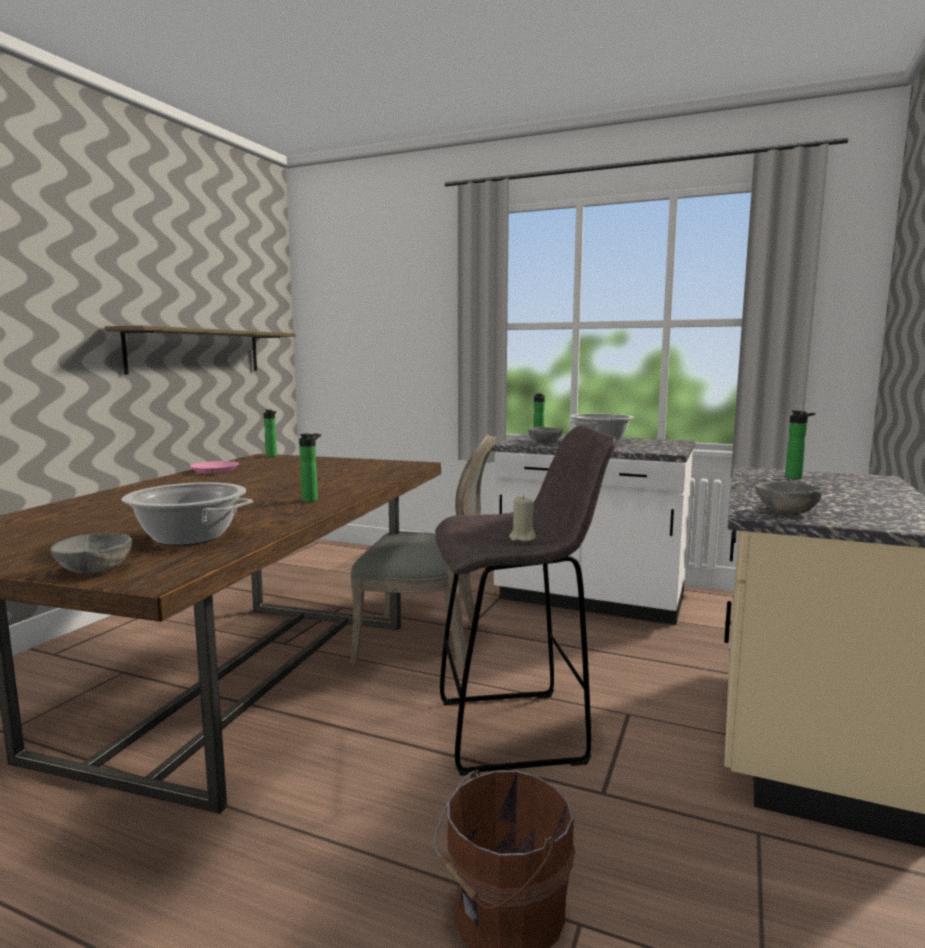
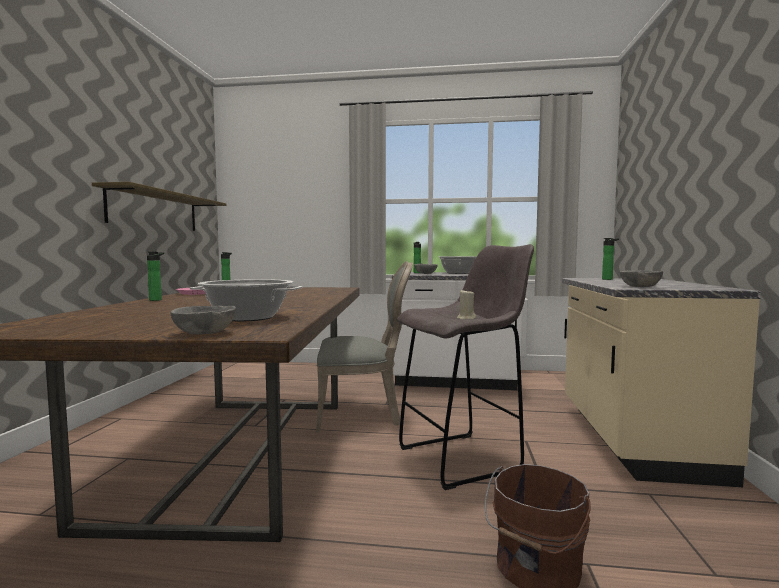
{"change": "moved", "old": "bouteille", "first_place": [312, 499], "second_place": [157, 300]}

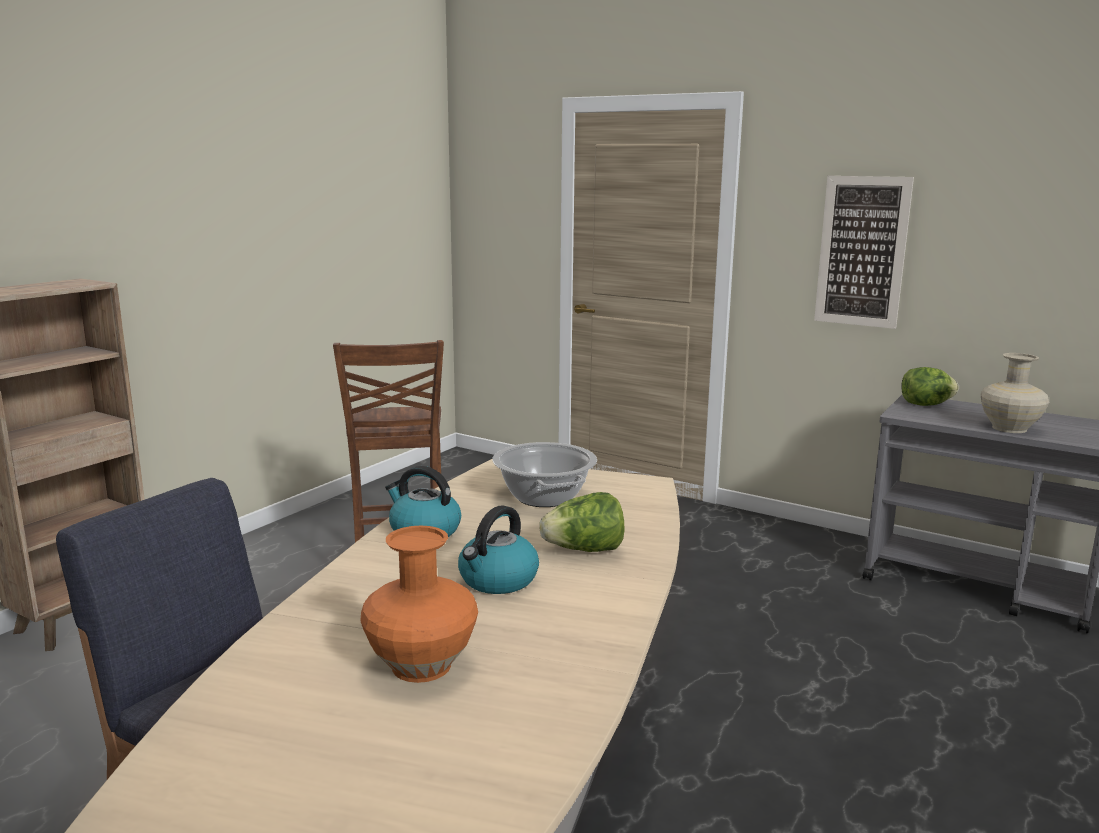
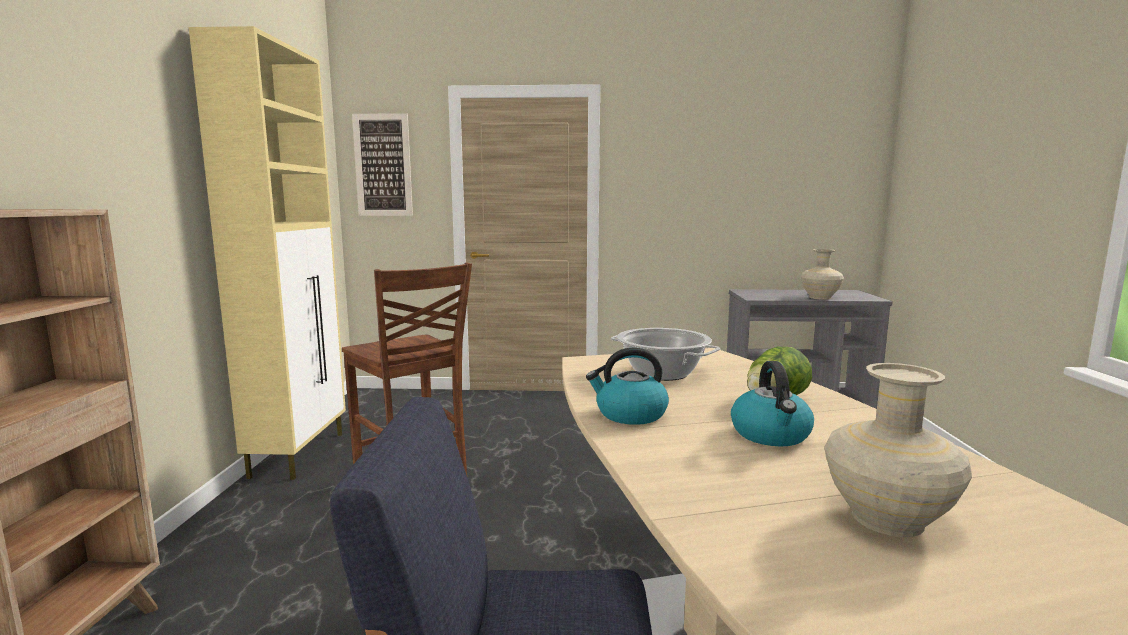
{"change": "moved", "old": "tableau", "first_place": [862, 251], "second_place": [383, 165]}
{"change": "removed", "old": "laitue", "first_place": [925, 405]}
{"change": "recoloured", "old": "vase [orange]", "new": "vase [beige]", "first_place": [422, 666], "second_place": [889, 519]}
{"change": "added", "new": "meuble de rangement [beige]", "second_place": [299, 454]}

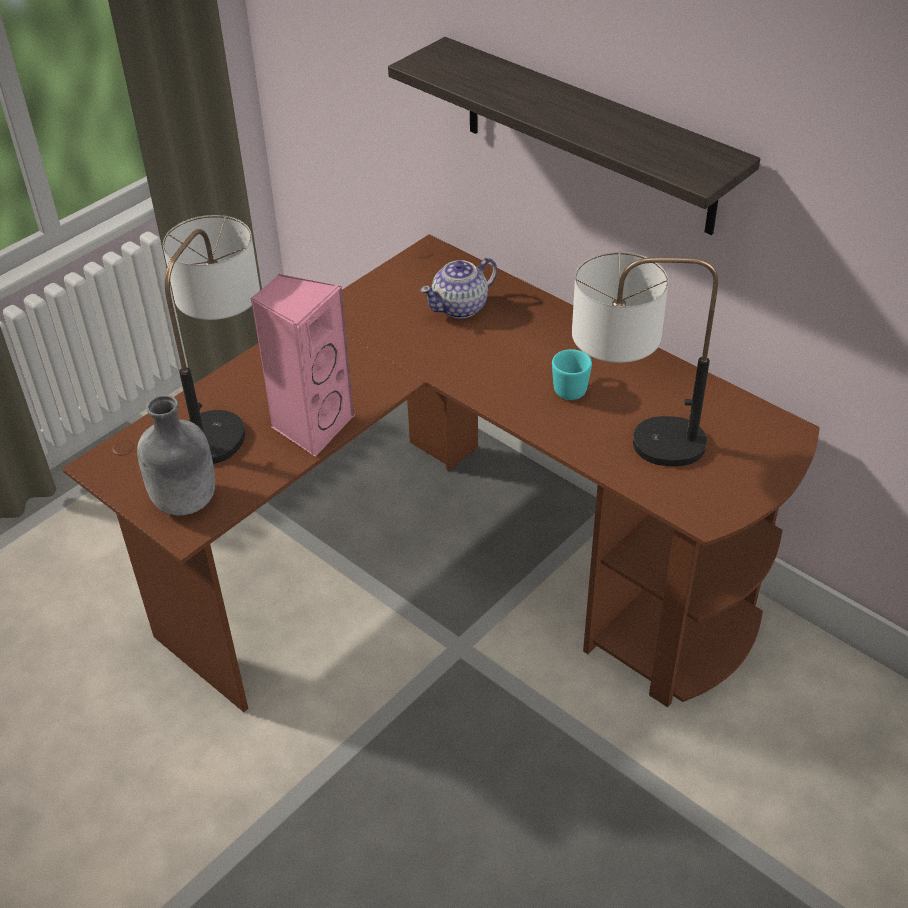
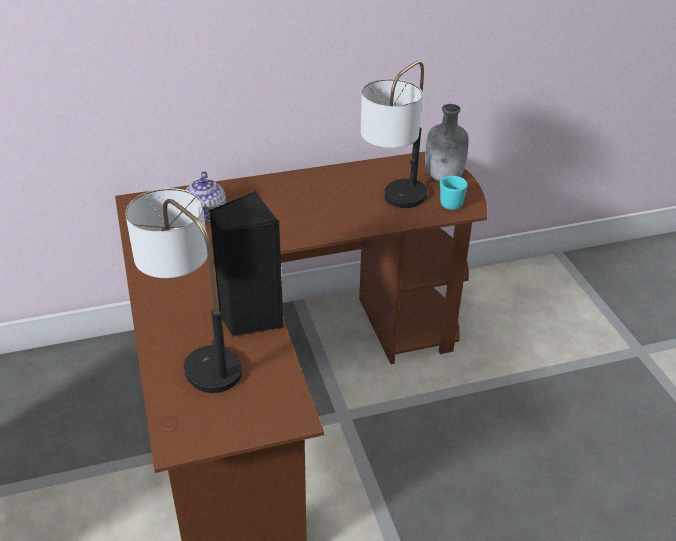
{"change": "removed", "old": "étagère", "first_place": [588, 136]}
{"change": "recoloured", "old": "enceinte [rose]", "new": "enceinte [noir]", "first_place": [311, 426], "second_place": [250, 318]}
{"change": "moved", "old": "mug [turquoise]", "first_place": [573, 388], "second_place": [448, 202]}
{"change": "moved", "old": "bouteille [gris]", "first_place": [185, 502], "second_place": [444, 177]}

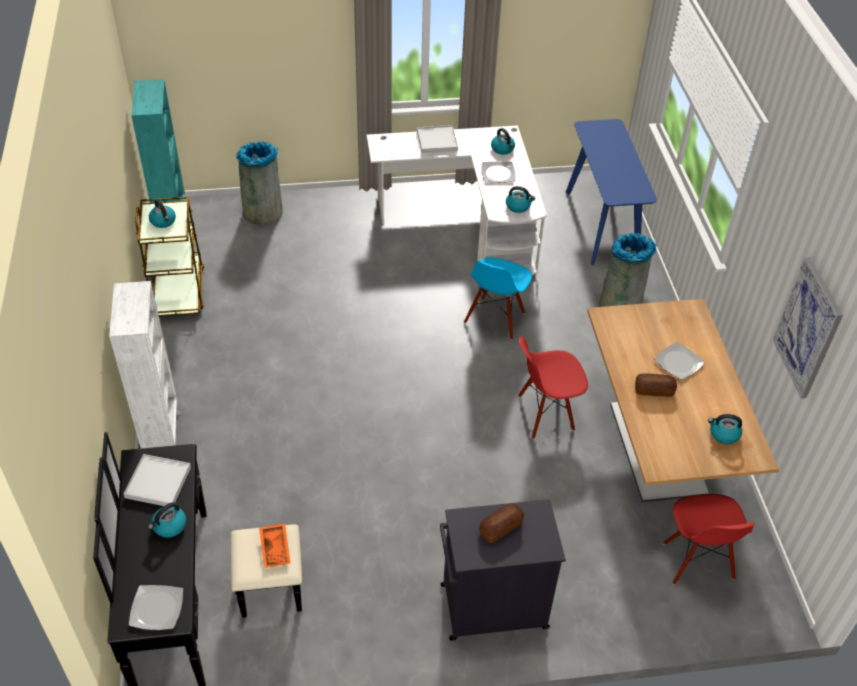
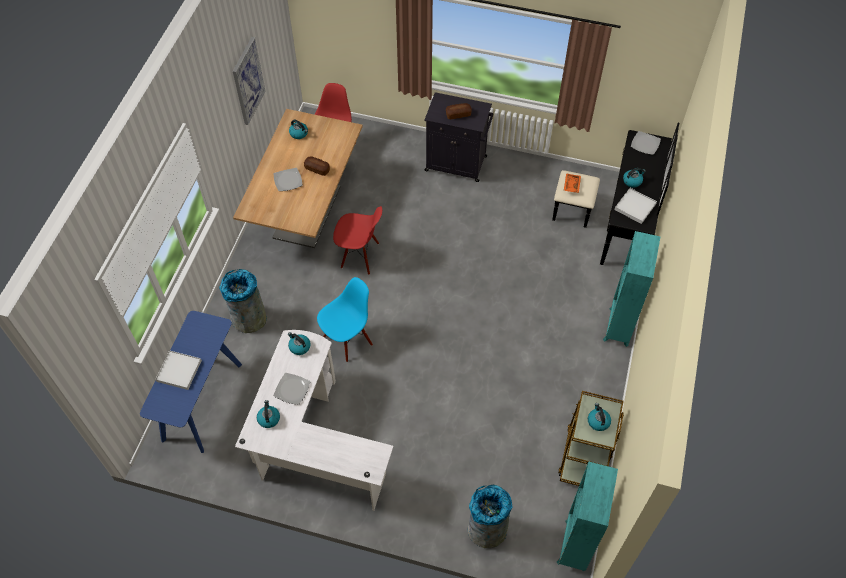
{"change": "moved", "old": "plateau [blanc]", "first_place": [437, 141], "second_place": [179, 371]}
{"change": "recoloured", "old": "bibliothèque [blanc]", "new": "bibliothèque [turquoise]", "first_place": [163, 433], "second_place": [618, 327]}

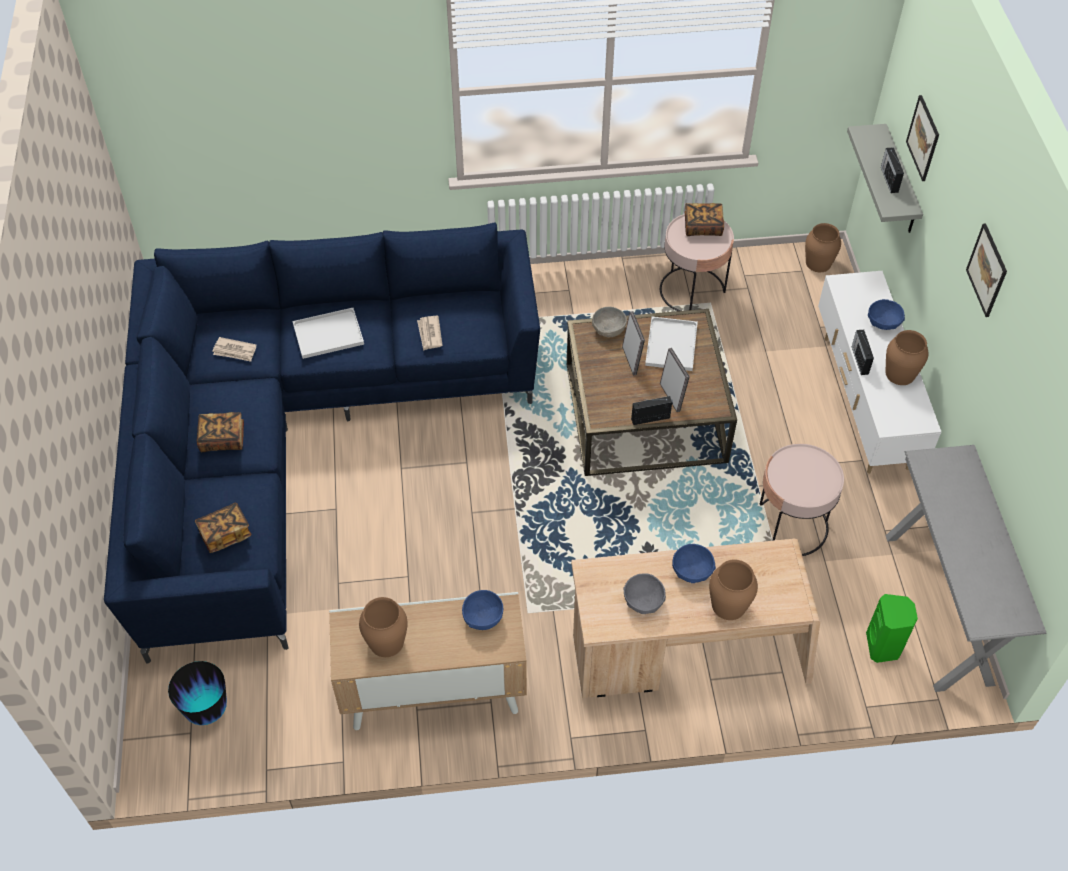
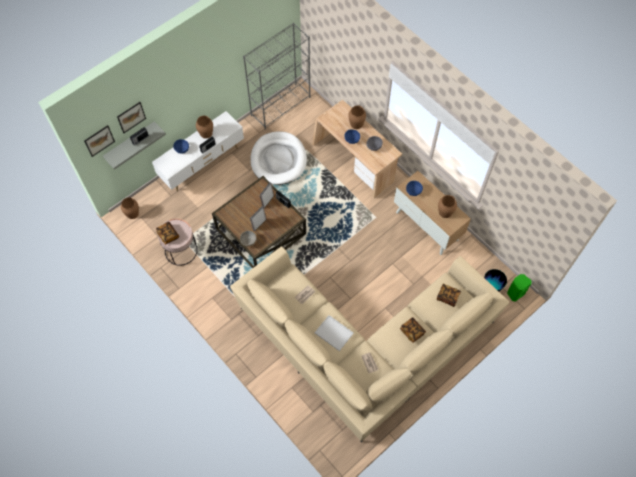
{"change": "recoloured", "old": "canapé [bleu]", "new": "canapé [beige]", "first_place": [298, 435], "second_place": [365, 348]}
{"change": "moved", "old": "tableau", "first_place": [987, 270], "second_place": [99, 140]}
{"change": "removed", "old": "plateau [blanc]", "first_place": [672, 346]}
{"change": "replaced", "old": "table d'appoint [rose]", "new": "panier pour chien [blanc]", "first_place": [791, 525], "second_place": [278, 160]}
{"change": "replaced", "old": "table console [gris]", "new": "bibliothèque [gris]", "first_place": [938, 608], "second_place": [280, 106]}
{"change": "moved", "old": "enceinte [vert]", "first_place": [884, 646], "second_place": [515, 293]}

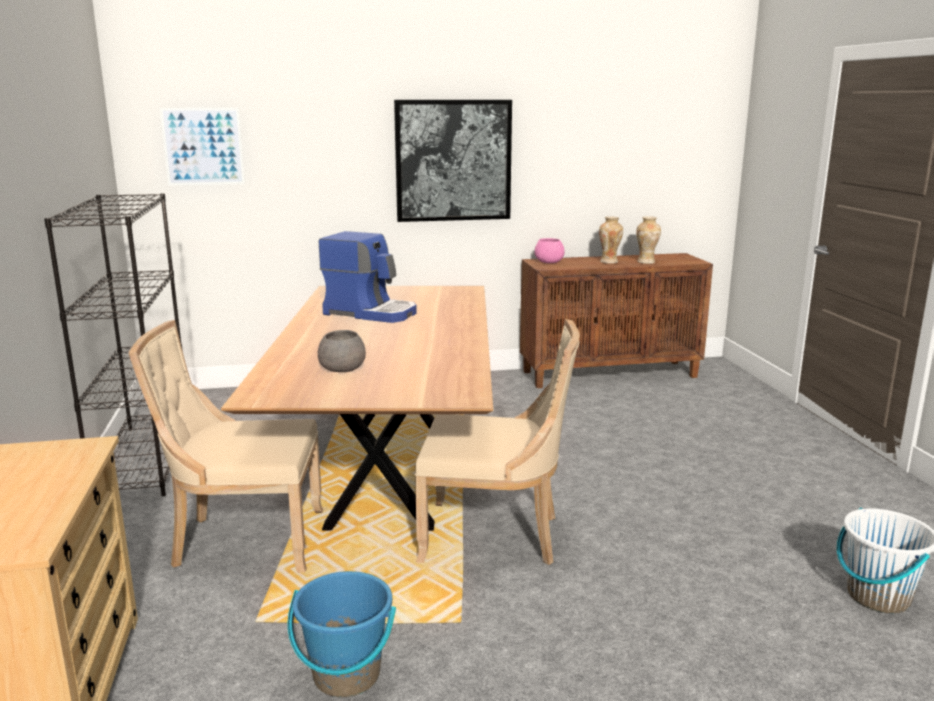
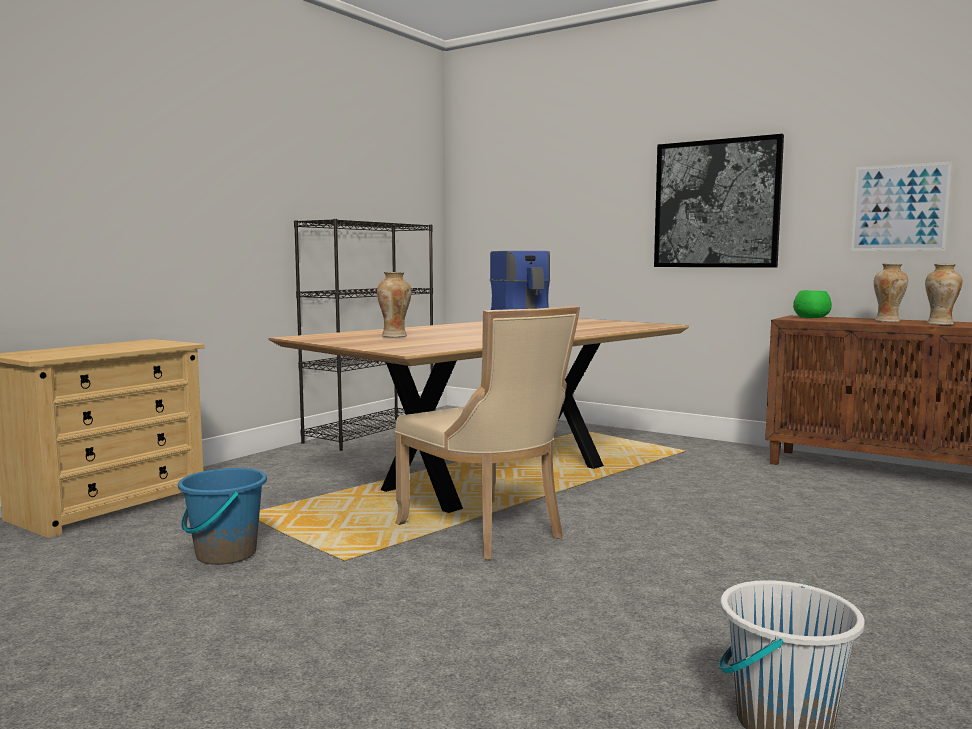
{"change": "moved", "old": "tableau", "first_place": [203, 146], "second_place": [899, 208]}
{"change": "recoloured", "old": "bol [rose]", "new": "bol [vert]", "first_place": [549, 262], "second_place": [811, 317]}
{"change": "removed", "old": "chaise [beige]", "first_place": [243, 541]}
{"change": "replaced", "old": "bol [gris]", "new": "vase", "first_place": [342, 368], "second_place": [395, 336]}

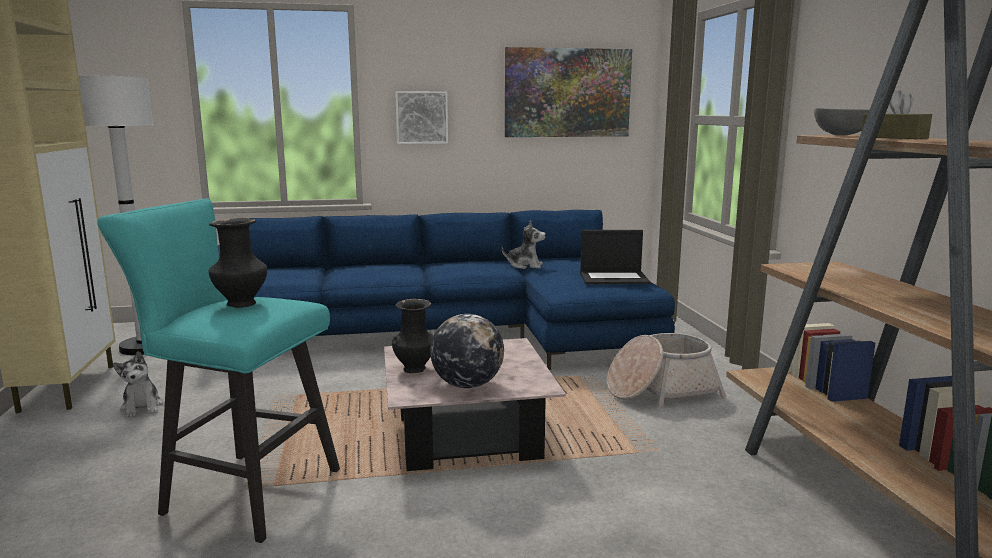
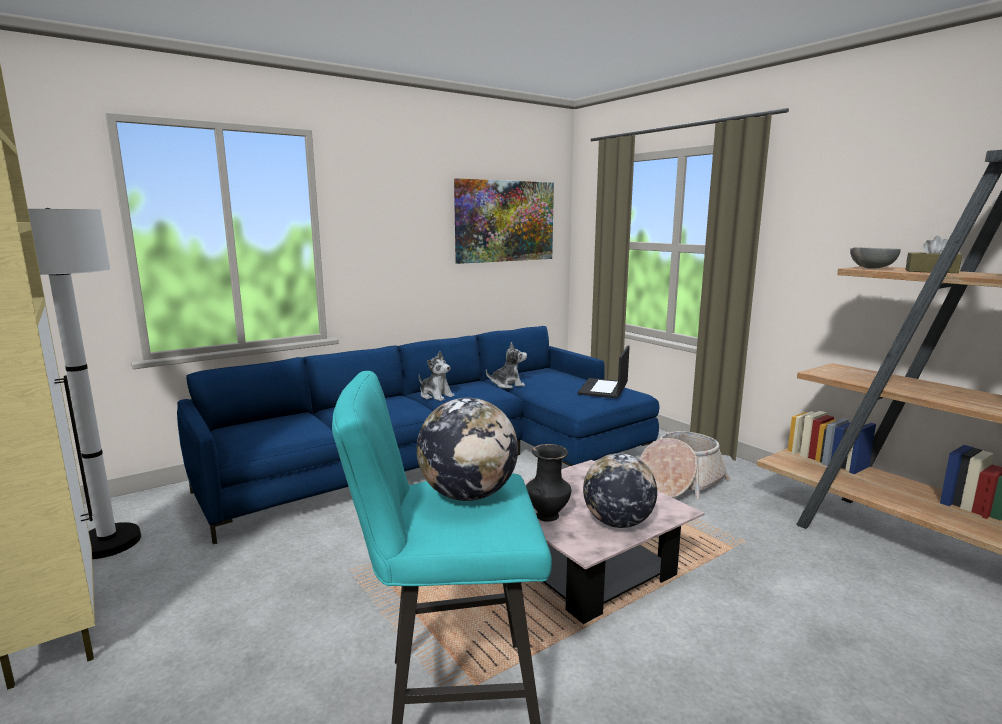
{"change": "removed", "old": "tableau", "first_place": [421, 117]}
{"change": "replaced", "old": "vase [noir]", "new": "globe", "first_place": [241, 304], "second_place": [468, 495]}
{"change": "turned", "old": "ordinateur portable", "first_place": [614, 278], "second_place": [603, 389], "degrees": 135}
{"change": "moved", "old": "peluche", "first_place": [142, 407], "second_place": [436, 396]}

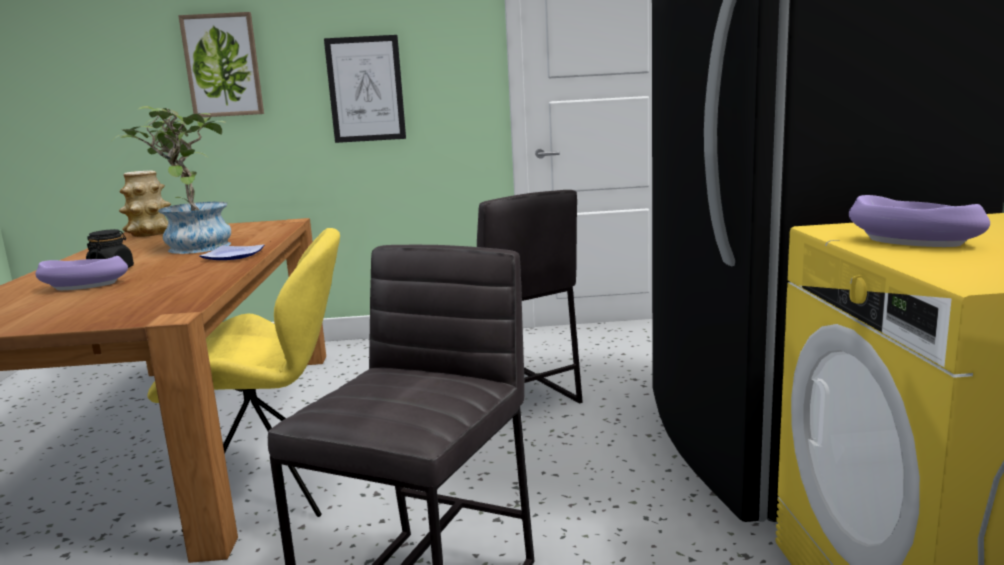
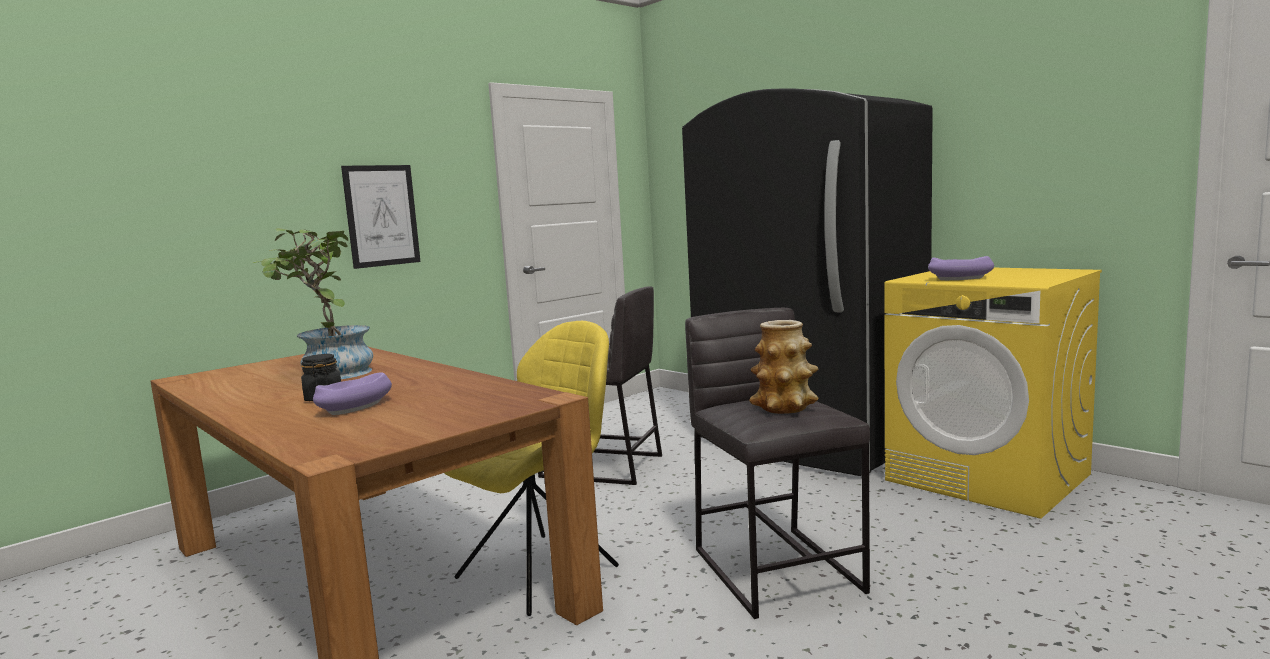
{"change": "removed", "old": "tableau", "first_place": [223, 65]}
{"change": "moved", "old": "vase", "first_place": [149, 234], "second_place": [785, 407]}
{"change": "removed", "old": "assiette", "first_place": [233, 256]}

